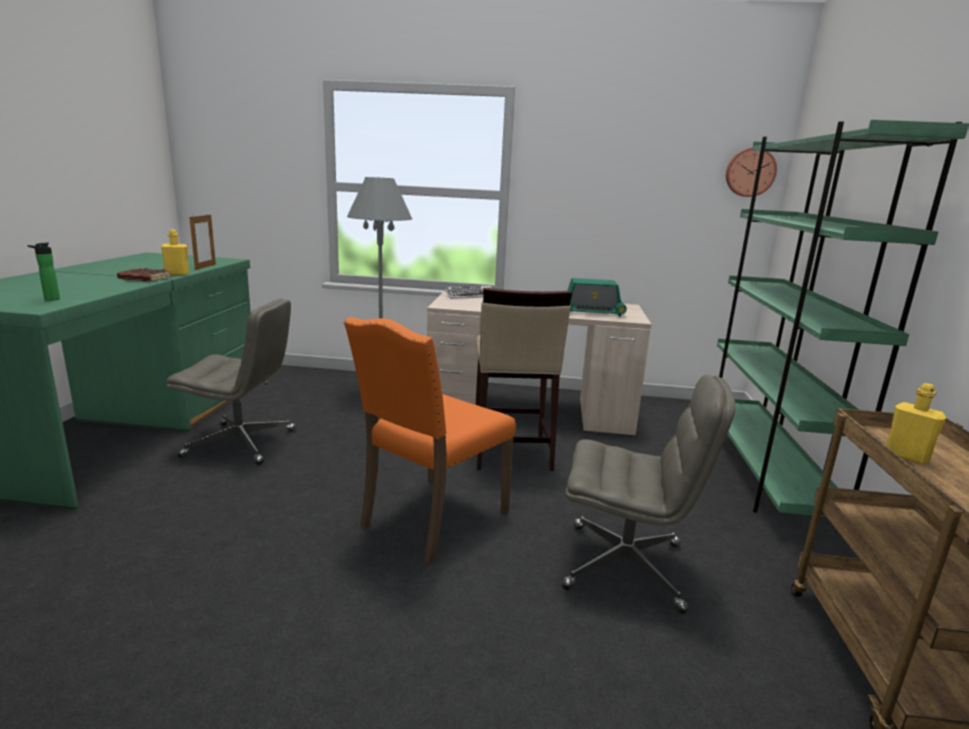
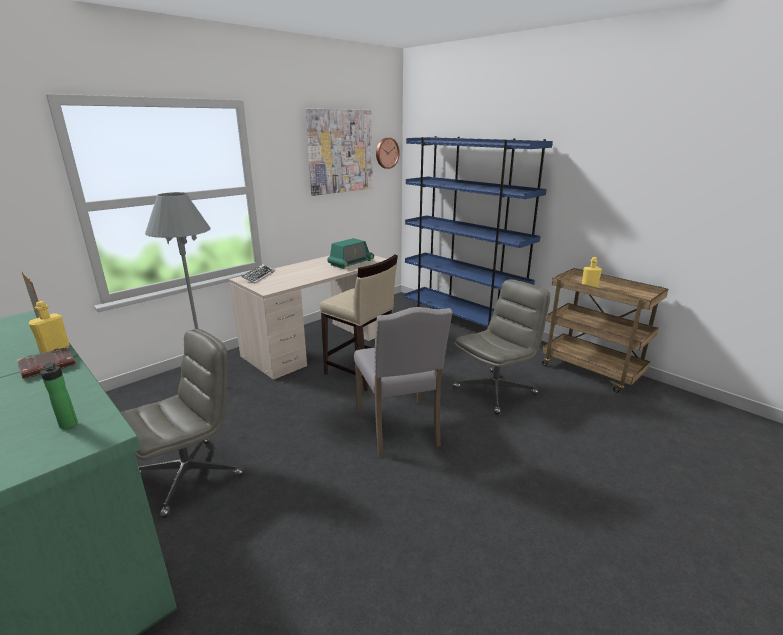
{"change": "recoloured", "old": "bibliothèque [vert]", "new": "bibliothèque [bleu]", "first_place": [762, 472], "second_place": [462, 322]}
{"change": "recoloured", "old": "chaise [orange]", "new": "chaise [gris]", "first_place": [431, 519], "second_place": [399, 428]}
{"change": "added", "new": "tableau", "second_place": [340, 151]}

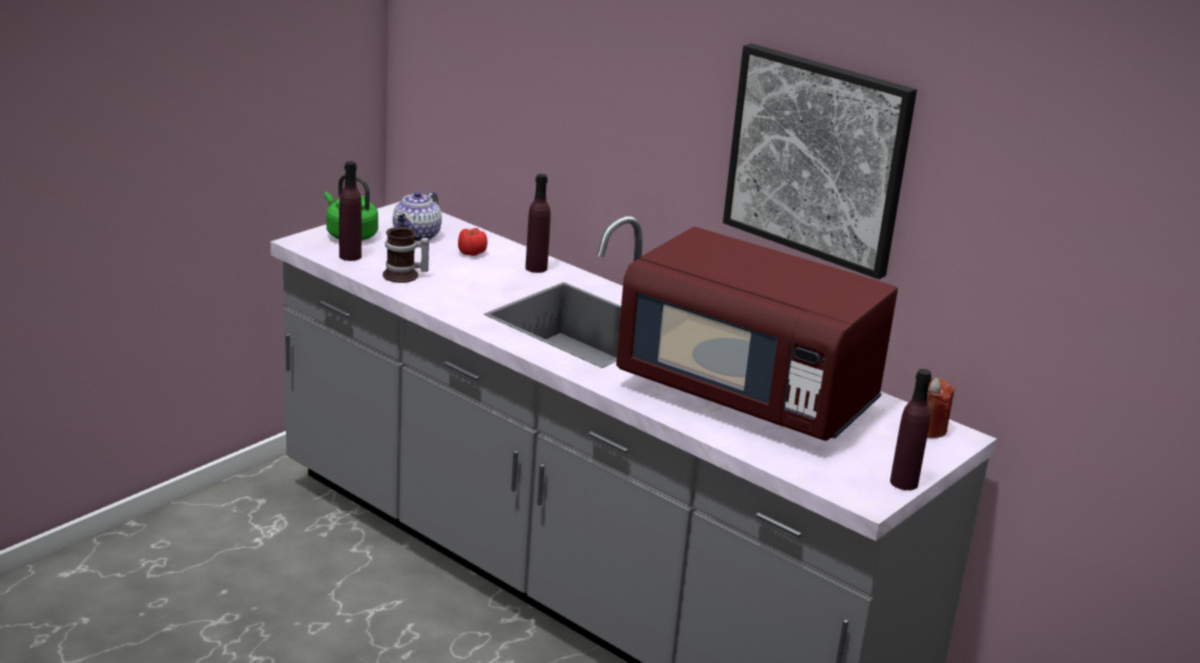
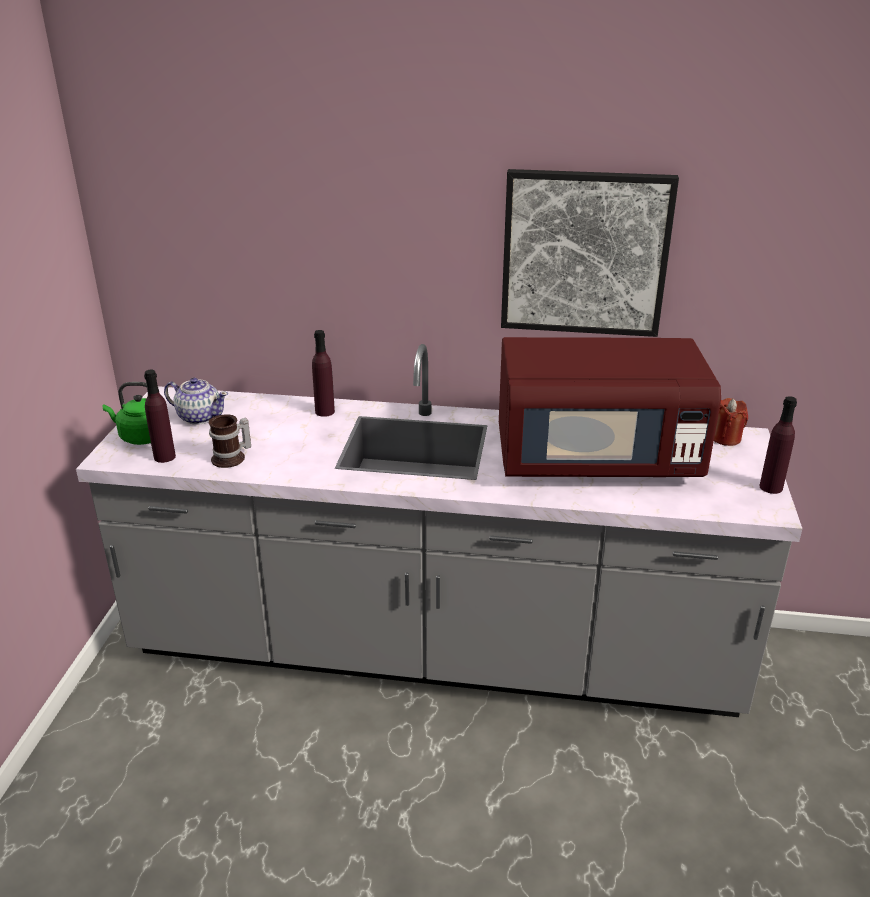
{"change": "turned", "old": "théière", "first_place": [417, 236], "second_place": [199, 417], "degrees": -60}
{"change": "removed", "old": "tomate", "first_place": [471, 253]}

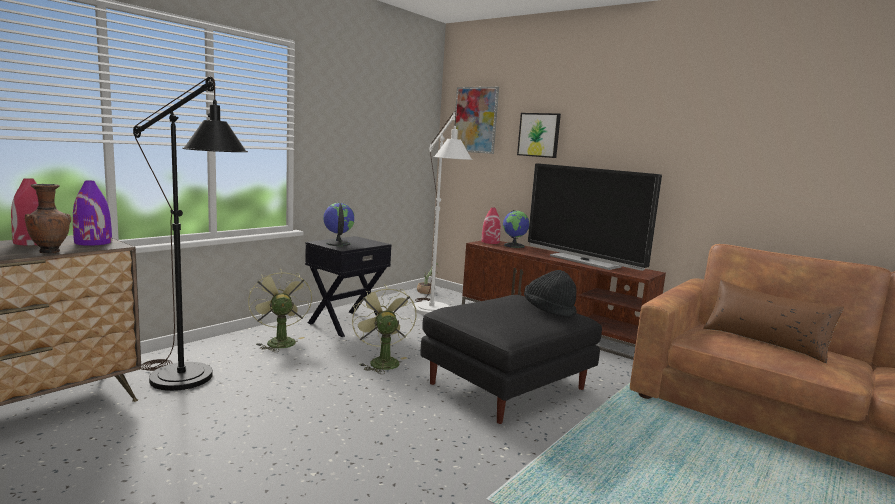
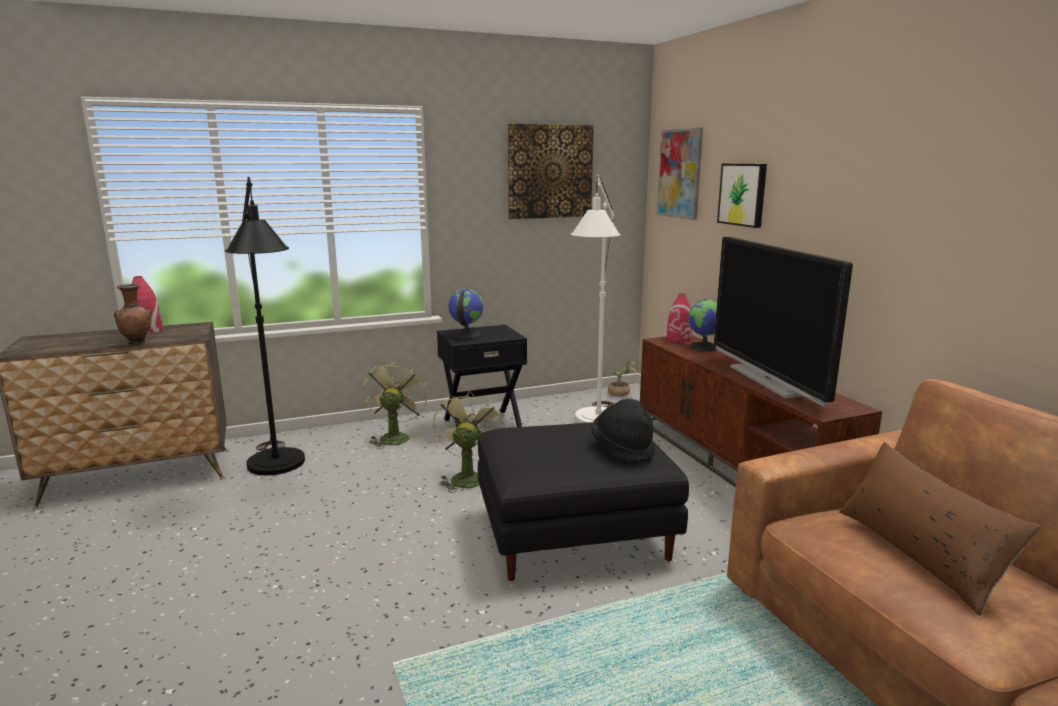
{"change": "removed", "old": "vase [violet]", "first_place": [93, 242]}
{"change": "added", "new": "tableau", "second_place": [549, 171]}

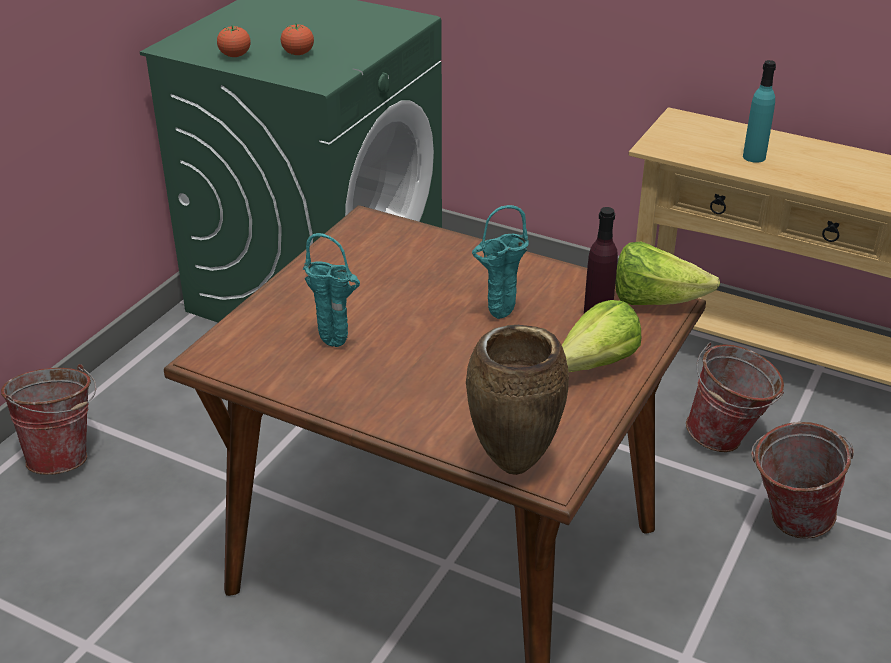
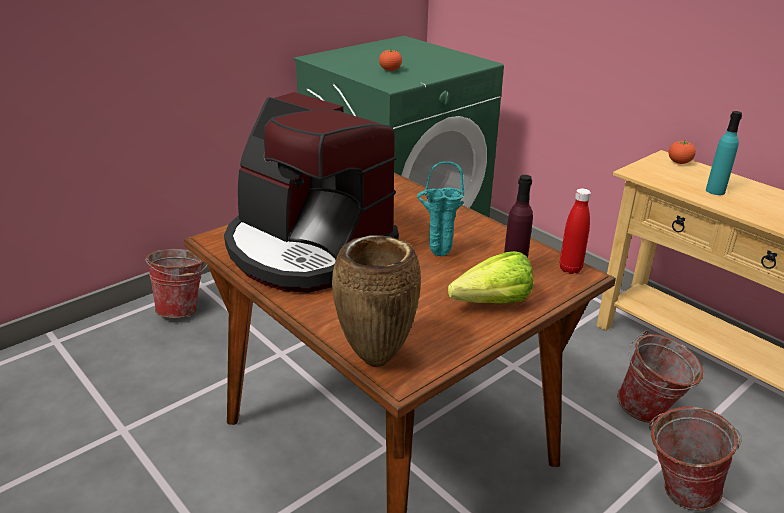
{"change": "moved", "old": "tomate", "first_place": [235, 56], "second_place": [679, 163]}
{"change": "replaced", "old": "vase [turquoise]", "new": "machine à café", "first_place": [337, 346], "second_place": [307, 249]}
{"change": "replaced", "old": "laitue", "new": "bouteille [rouge]", "first_place": [654, 301], "second_place": [570, 269]}

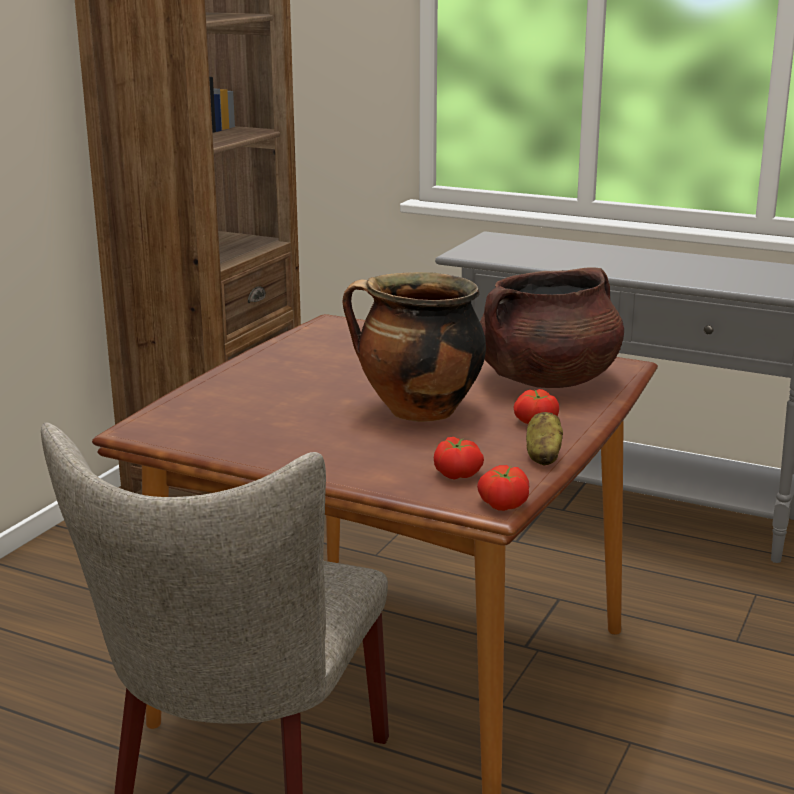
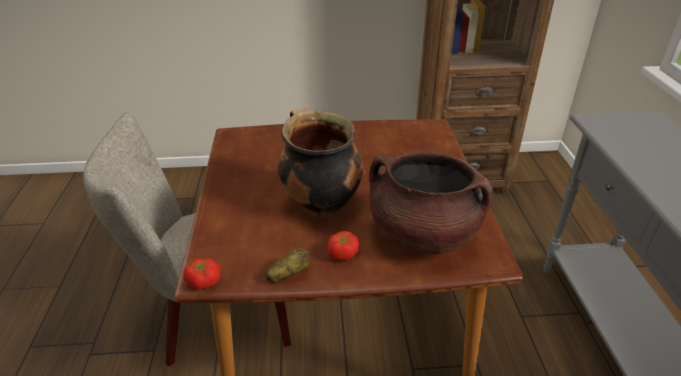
{"change": "removed", "old": "tomate", "first_place": [458, 474]}

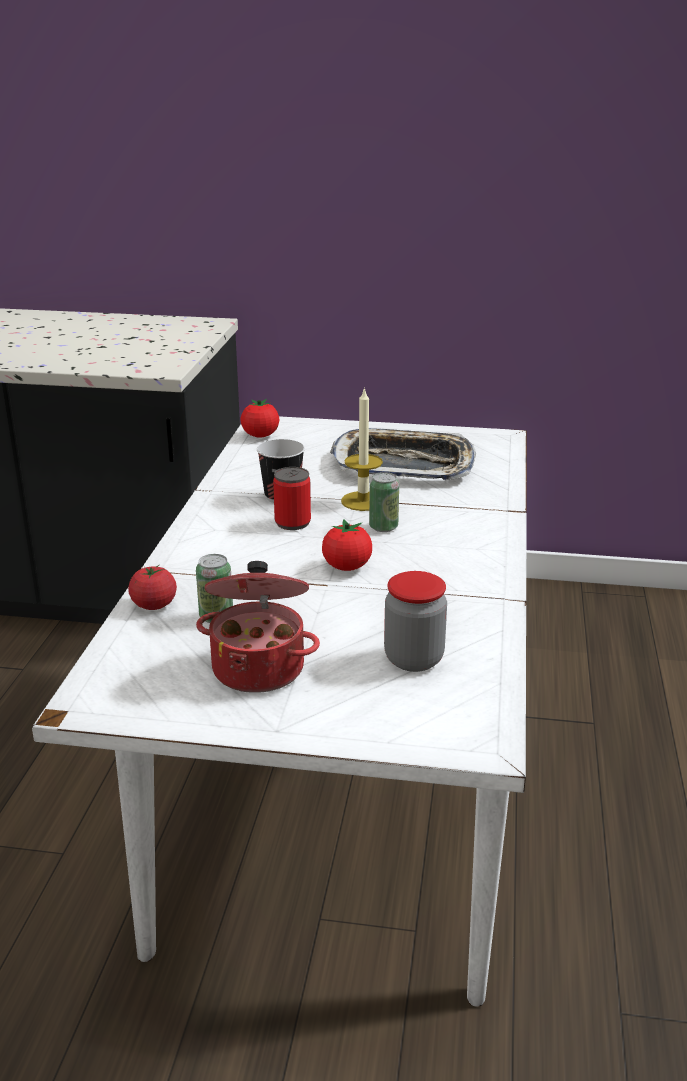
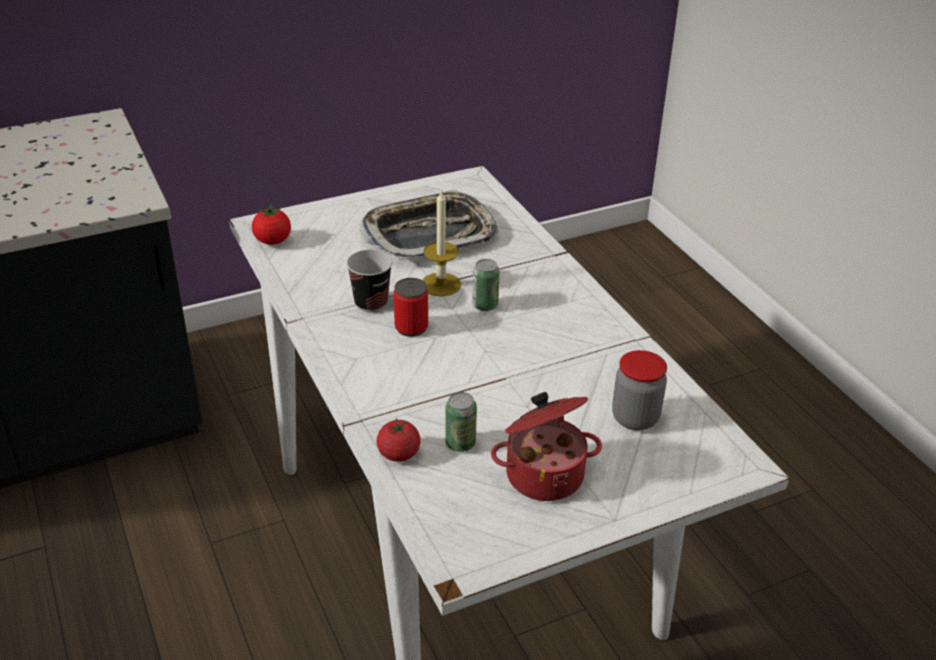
{"change": "removed", "old": "tomate", "first_place": [347, 567]}

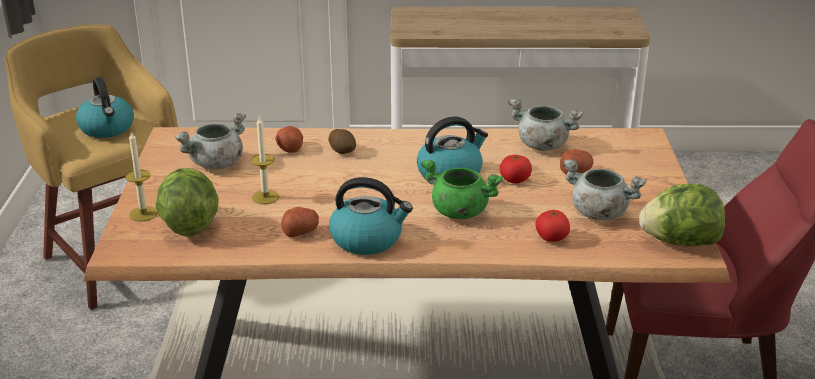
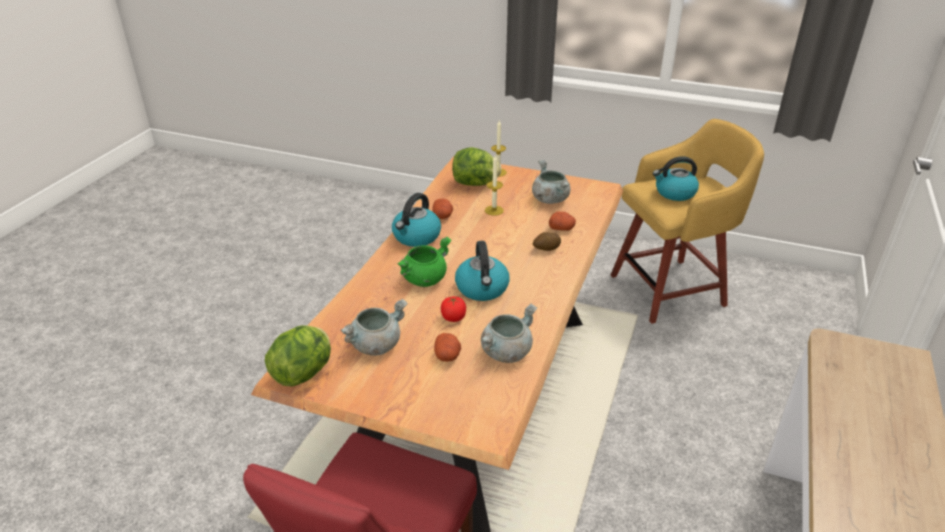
{"change": "removed", "old": "tomate", "first_place": [552, 238]}

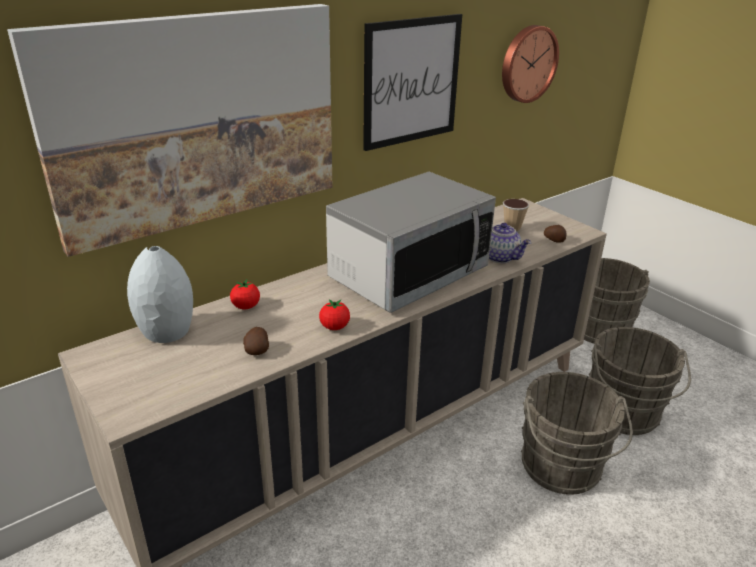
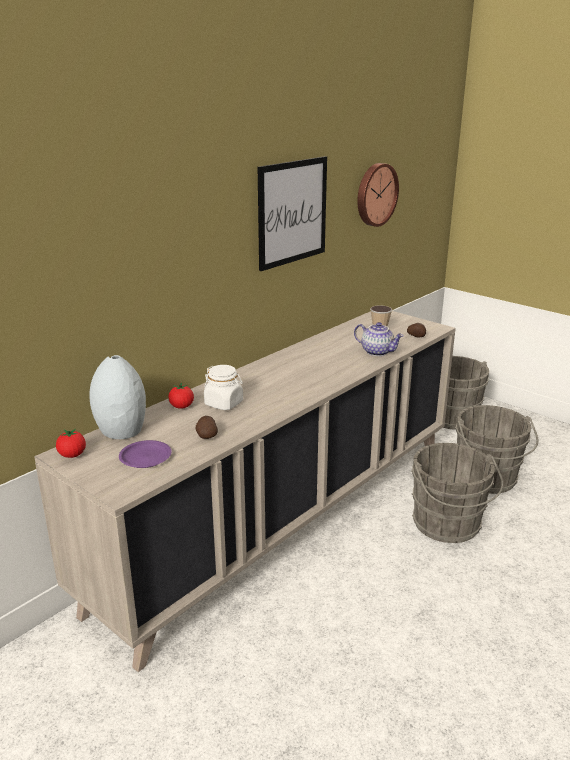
{"change": "removed", "old": "tableau", "first_place": [197, 121]}
{"change": "removed", "old": "micro-ondes", "first_place": [408, 274]}
{"change": "moved", "old": "tomate", "first_place": [334, 327], "second_place": [72, 455]}
{"change": "added", "new": "bocal [blanc]", "second_place": [224, 403]}
{"change": "added", "new": "assiette [violet]", "second_place": [145, 458]}

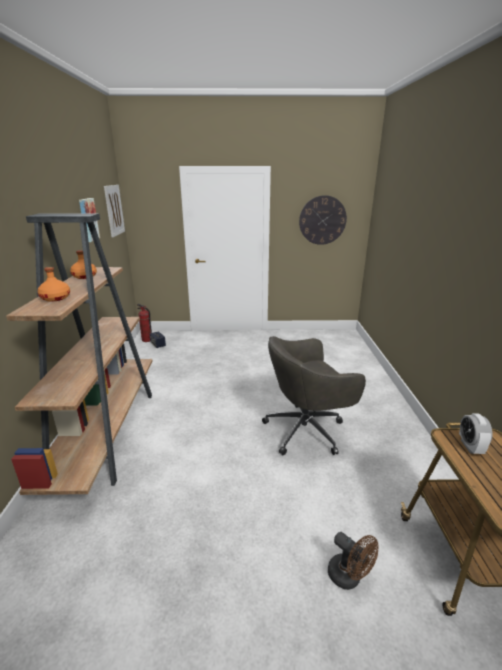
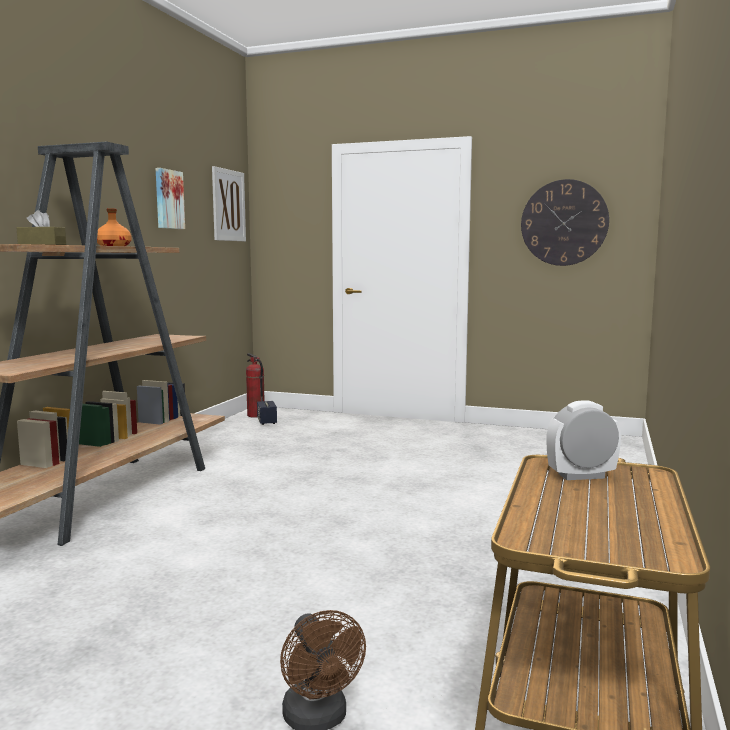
{"change": "replaced", "old": "bouteille [orange]", "new": "boîte à mouchoirs [marron]", "first_place": [56, 298], "second_place": [42, 244]}
{"change": "removed", "old": "chaise de bureau [gris]", "first_place": [306, 430]}
{"change": "turned", "old": "réveil", "first_place": [470, 446], "second_place": [581, 476], "degrees": 60}

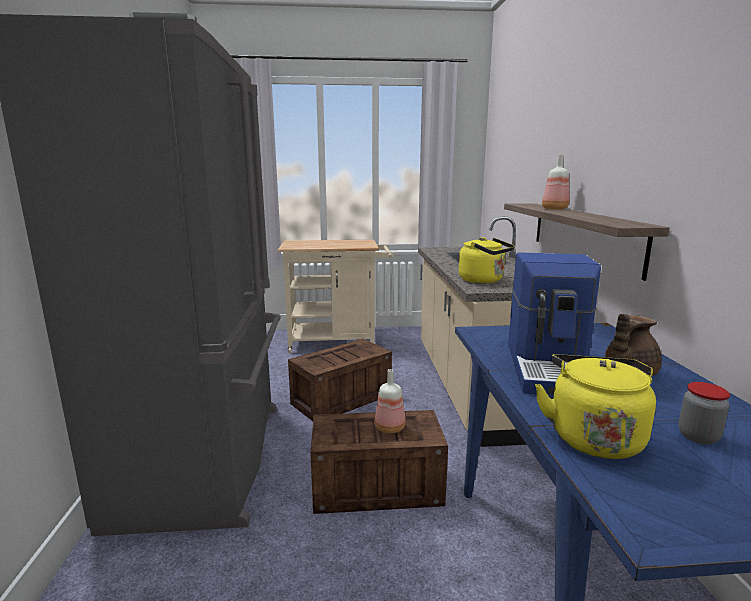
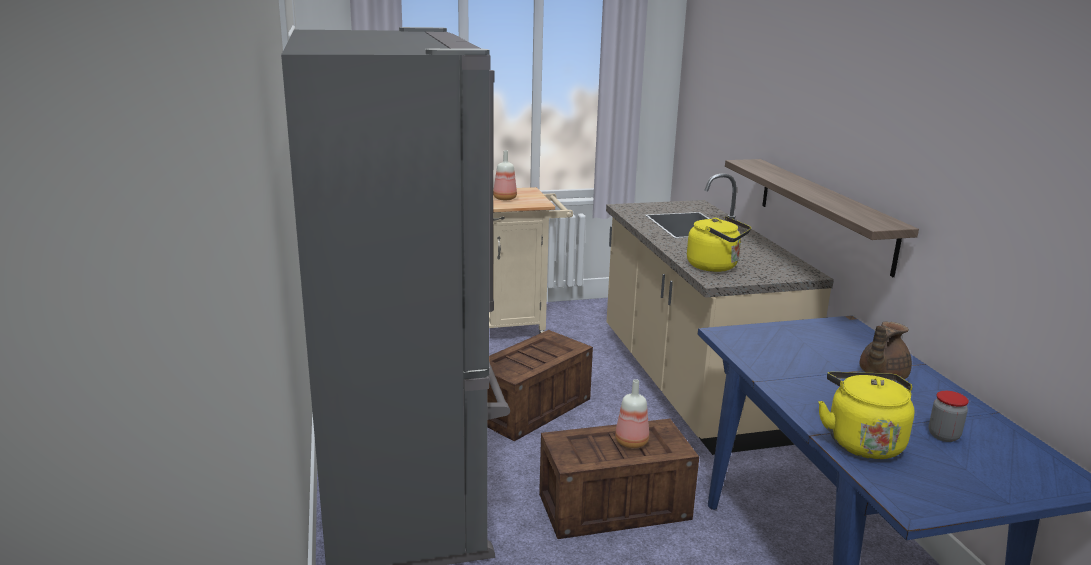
{"change": "moved", "old": "bouteille", "first_place": [554, 209], "second_place": [504, 198]}
{"change": "removed", "old": "machine à café", "first_place": [551, 368]}

